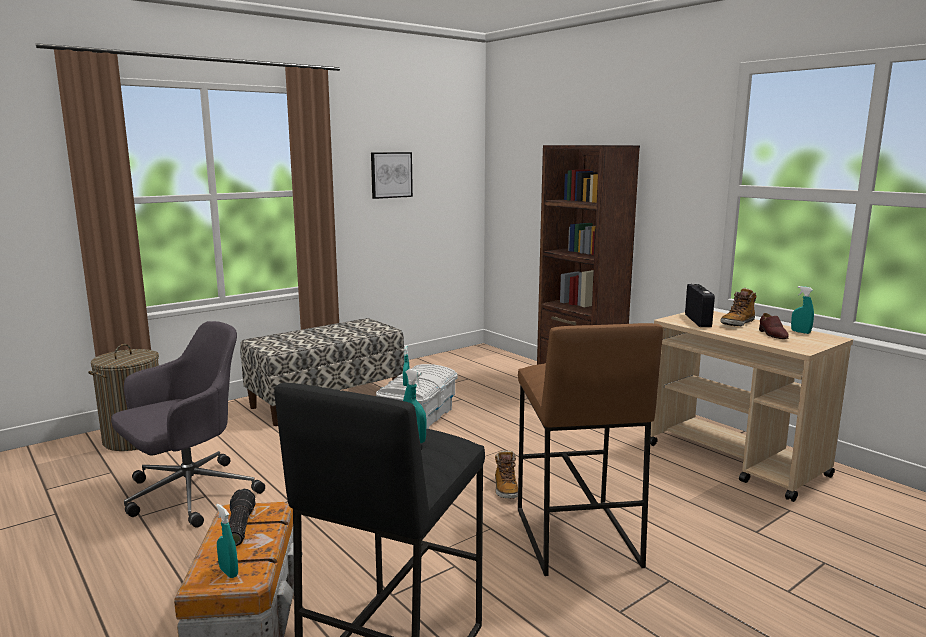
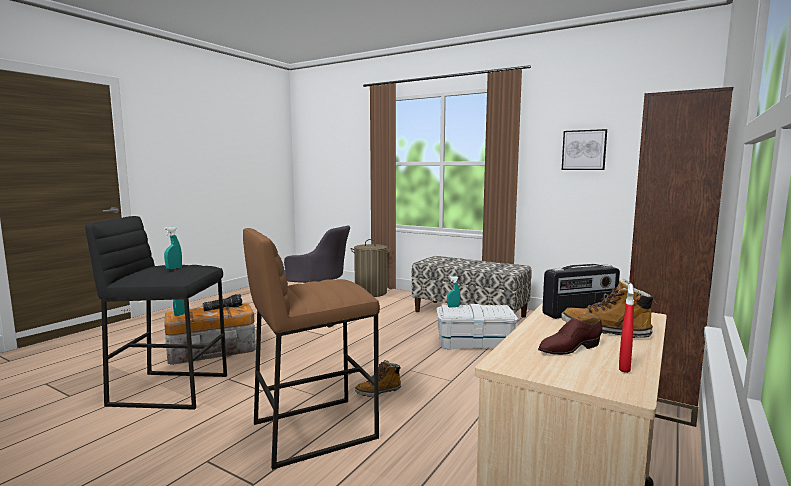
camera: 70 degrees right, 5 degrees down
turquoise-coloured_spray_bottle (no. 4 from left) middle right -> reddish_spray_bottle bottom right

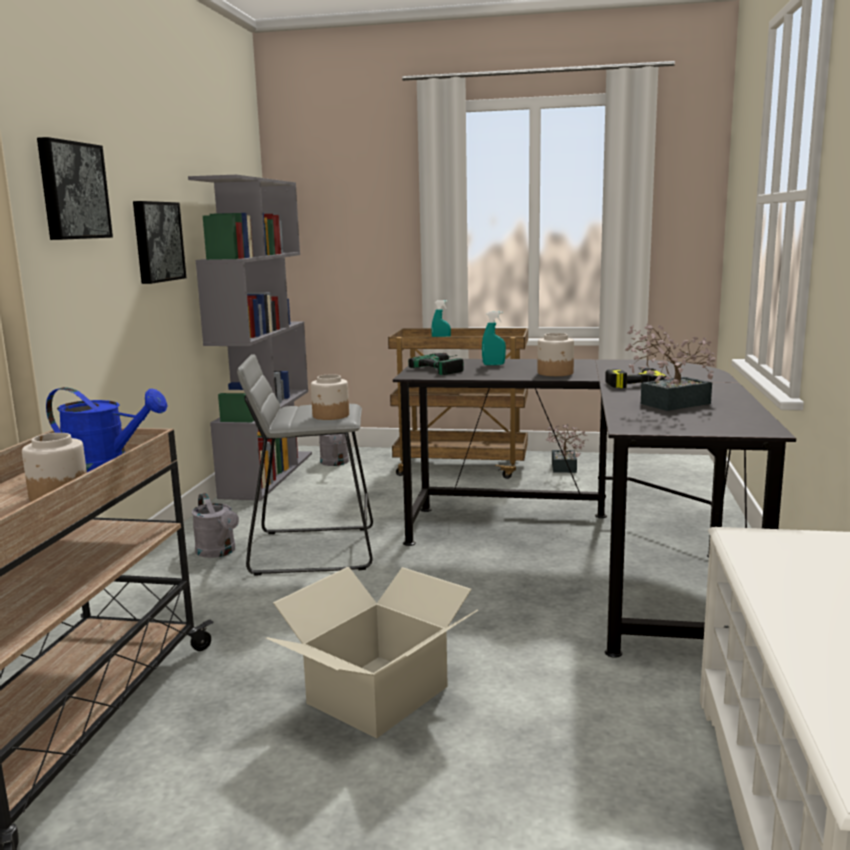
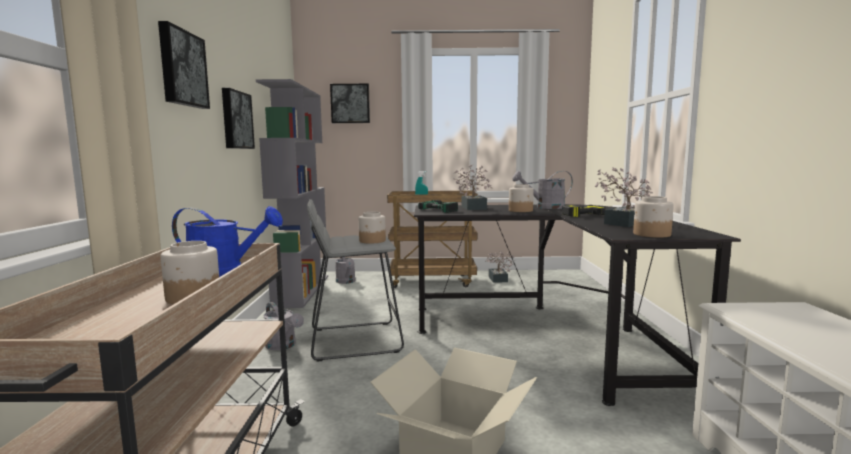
camera: 10 degrees left, 5 degrees down
turquoise-coloured_spray_bottle (no. 2 from left) centre -> plant_in_a_pot (no. 1 from left) centre
none -> wall_art (no. 3 from left) top centre
none -> gray_watering_pot (no. 3 from left) centre
none -> storage_jar (no. 4 from left) middle right

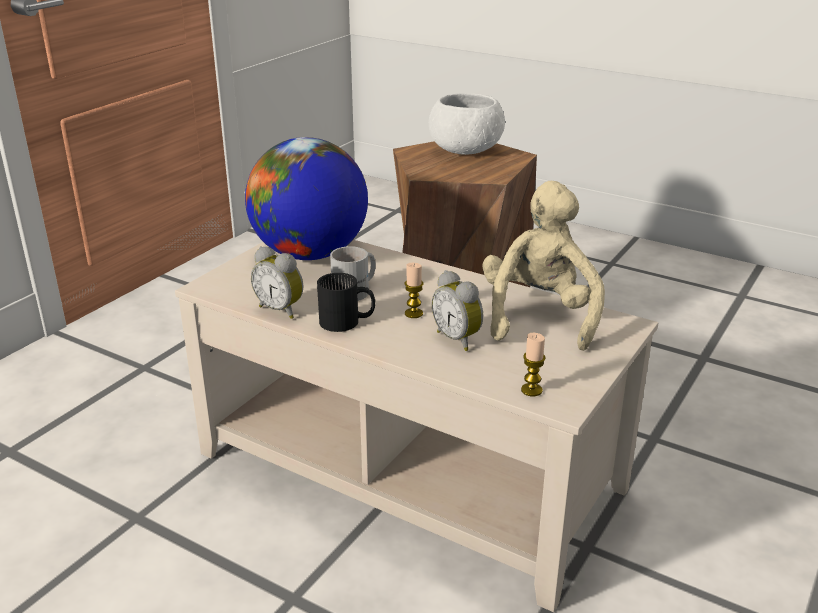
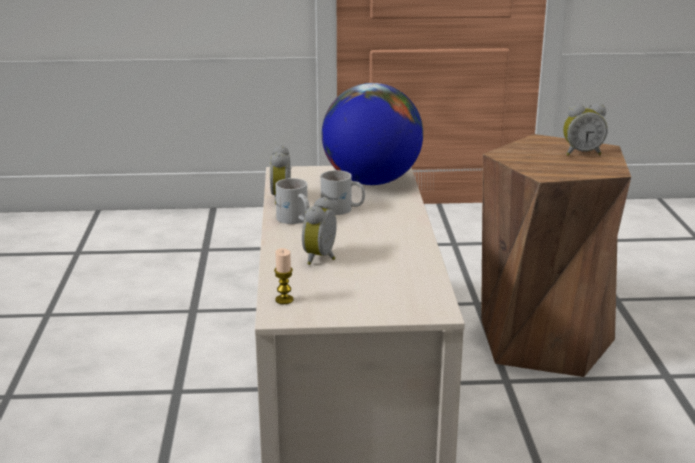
camera: 55 degrees right, 5 degrees down
blackish_coffee_mug centre -> white-coloured_coffee_mug (no. 1 from left) centre
wax_candle (no. 1 from left) centre -> none
white-coloured_serving_bowl top centre -> table_clock (no. 3 from left) top right
beige-coloured_plush_toy centre -> none

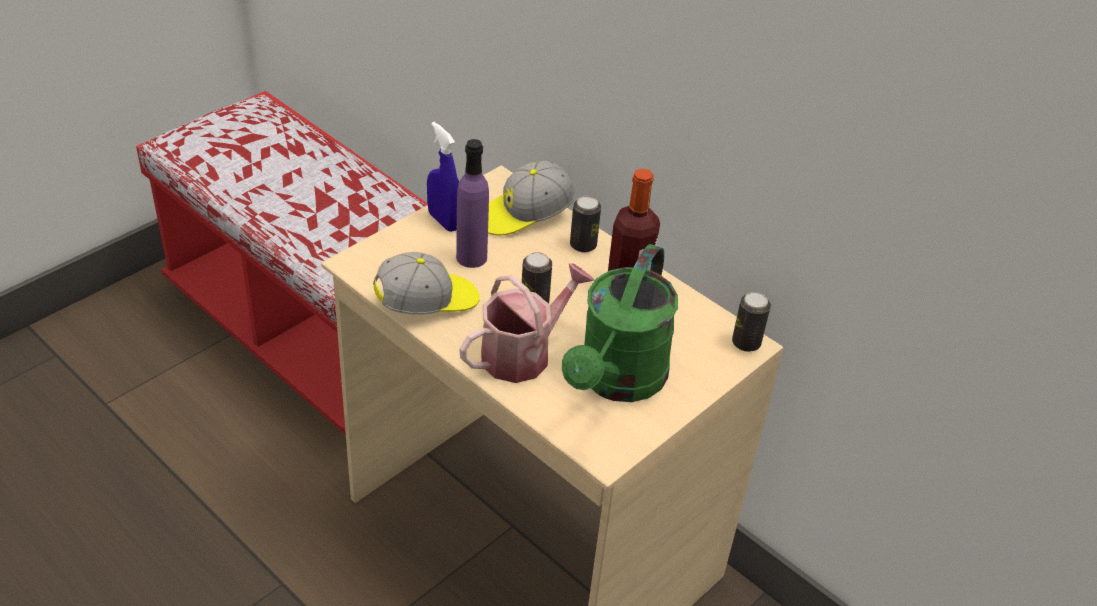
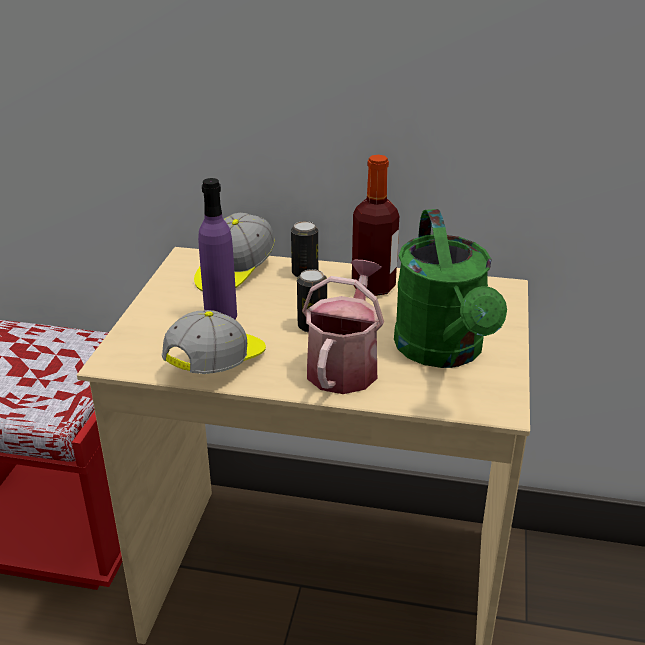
camera: 30 degrees left, 10 degrees down
bluish_spray_bottle top centre -> none
can (no. 3 from left) middle right -> none

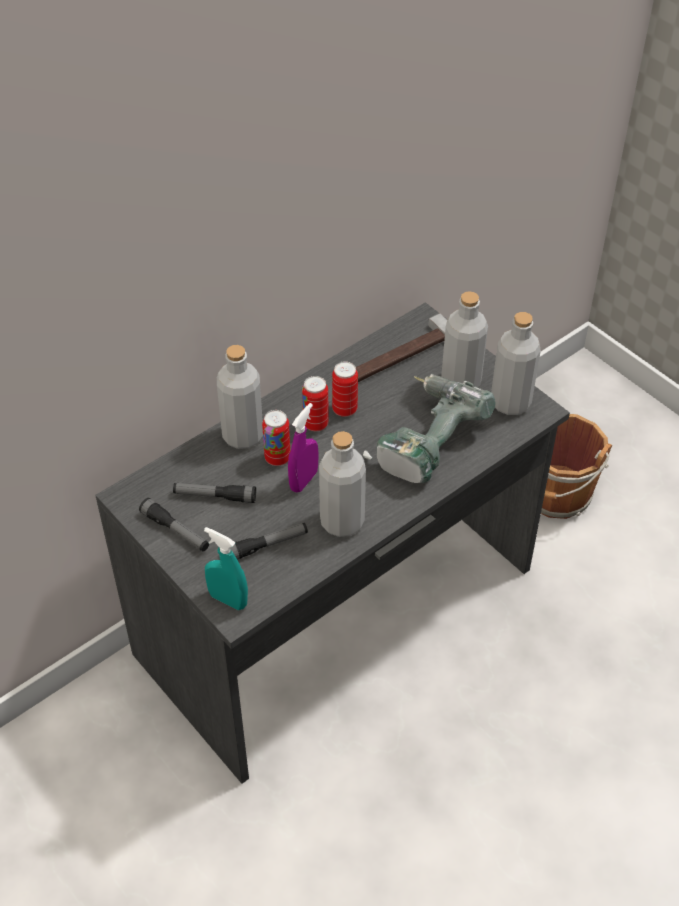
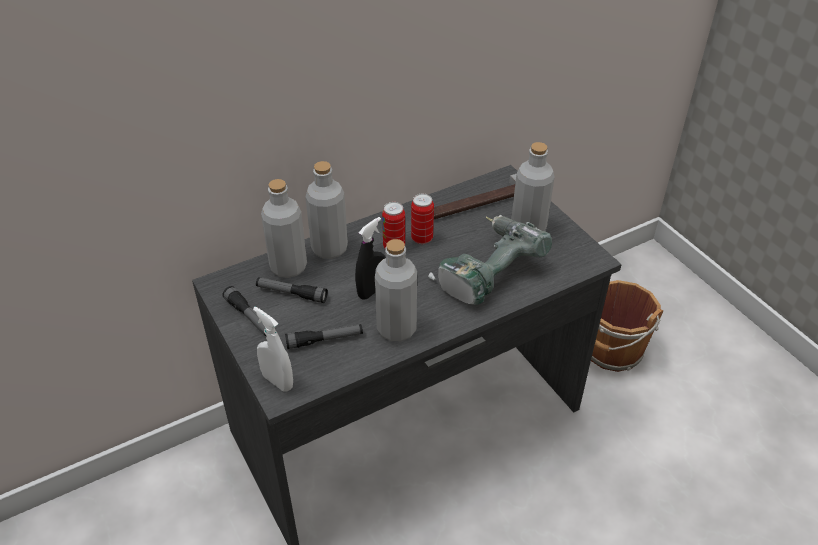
camera: 10 degrees right, 5 degrees down
turquoise-coloured_spray_bottle middle left -> white-coloured_spray_bottle centre
can (no. 1 from left) centre -> none
purple-coloured_spray_bottle centre -> blackish_spray_bottle centre
gray_beverage_bottle (no. 4 from left in the first image) middle right -> gray_beverage_bottle (no. 1 from left) centre, relocated

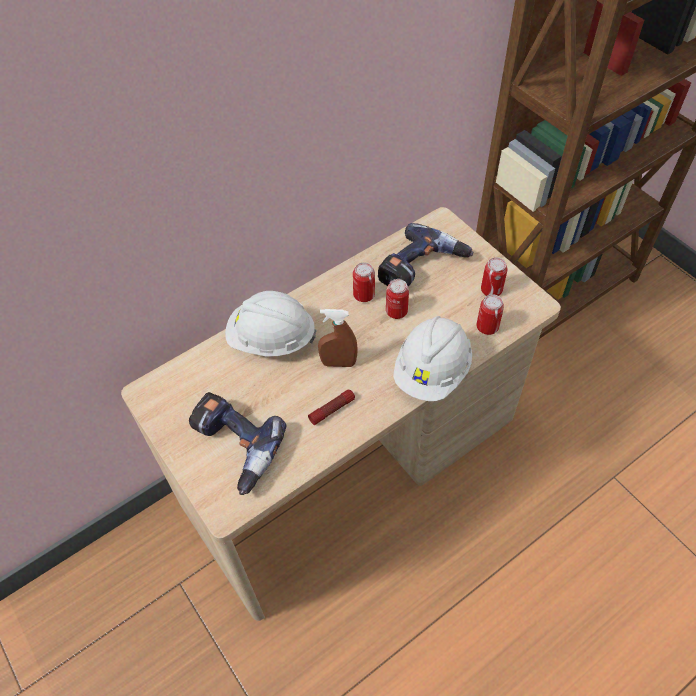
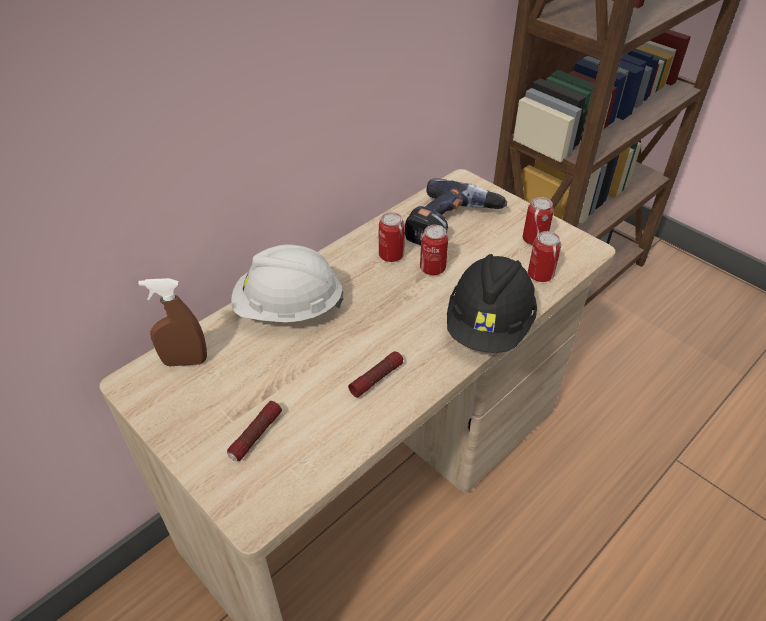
camera: 10 degrees left, 10 degrees down
electric_drill (no. 1 from left) centre -> flashlight (no. 1 from left) bottom left
brown-coloured_spray_bottle centre -> brown-coloured_spray_bottle middle left, relocated
white-coloured_safety_helmet (no. 2 from left) centre -> blackish_safety_helmet centre

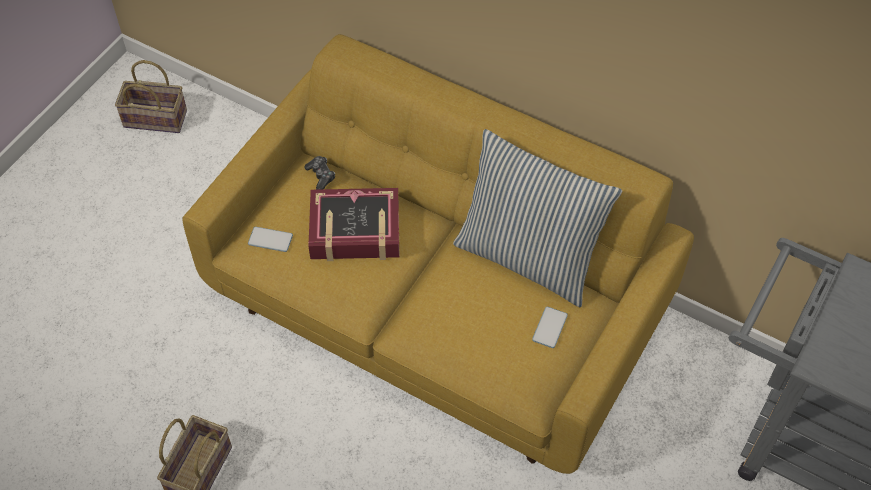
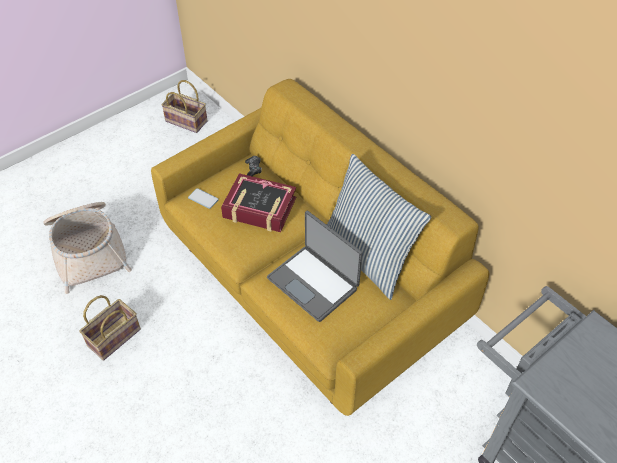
camera: 20 degrees right, 5 degrees down
telephone (no. 2 from left) bottom centre -> none
none -> household_basket (no. 1 from left) middle left
none -> portable_computer centre

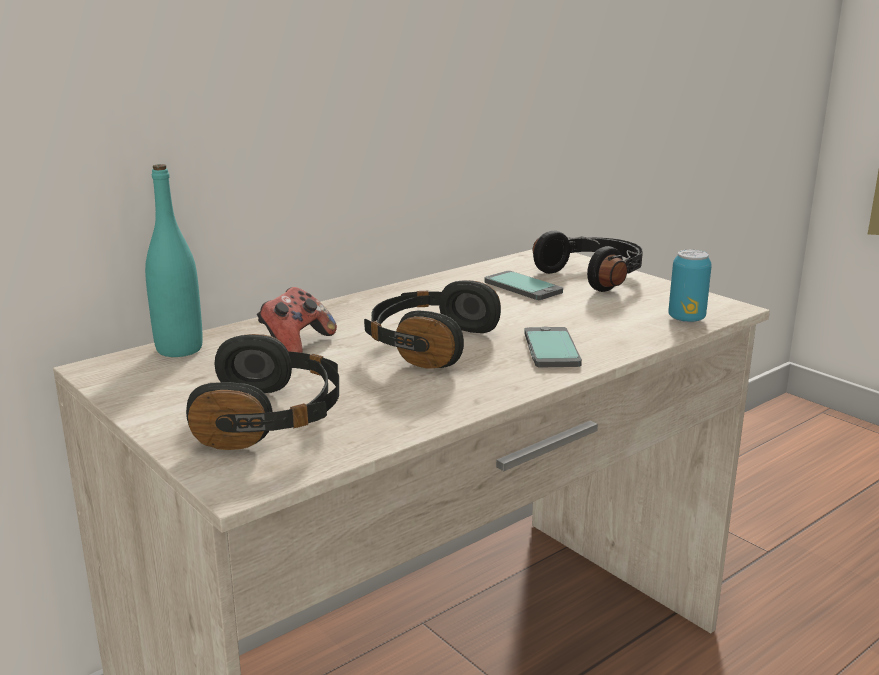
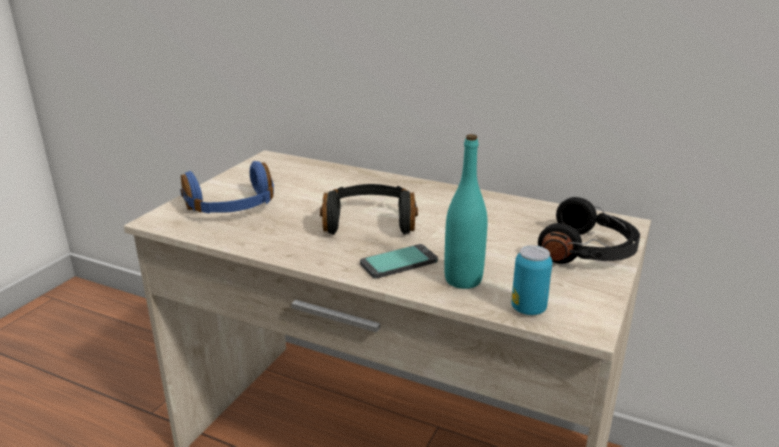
camera: 65 degrees right, 5 degrees up
turquoise-coloured_beverage_bottle middle left -> turquoise-coloured_beverage_bottle centre, relocated
blackish_pair_of_headphones (no. 1 from left) middle left -> bluish_pair_of_headphones middle left
game_controller centre -> none
telephone (no. 1 from left) centre -> none

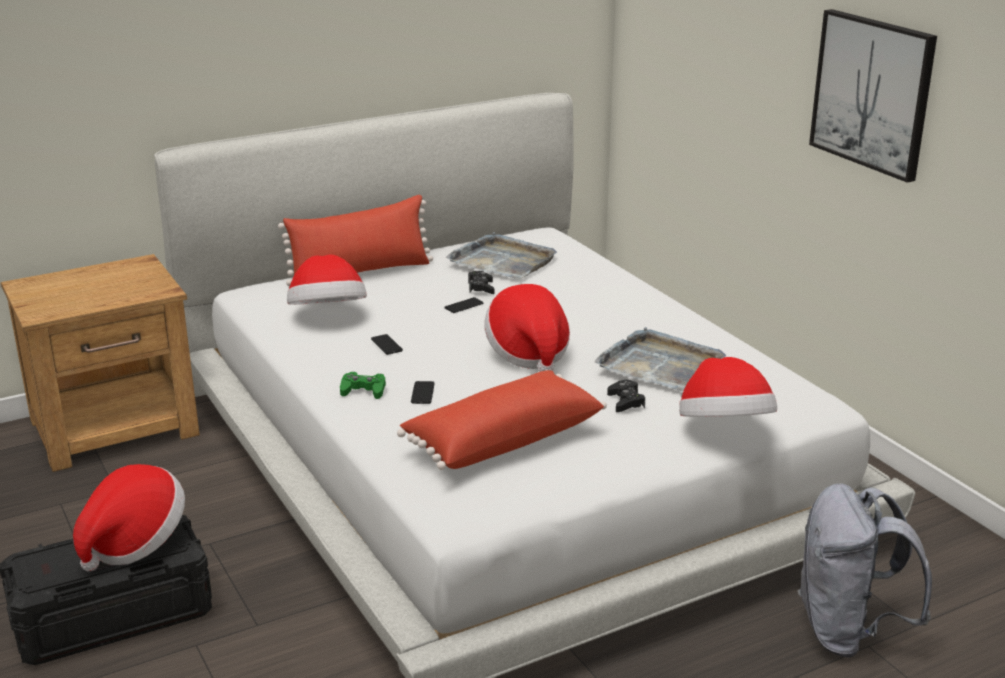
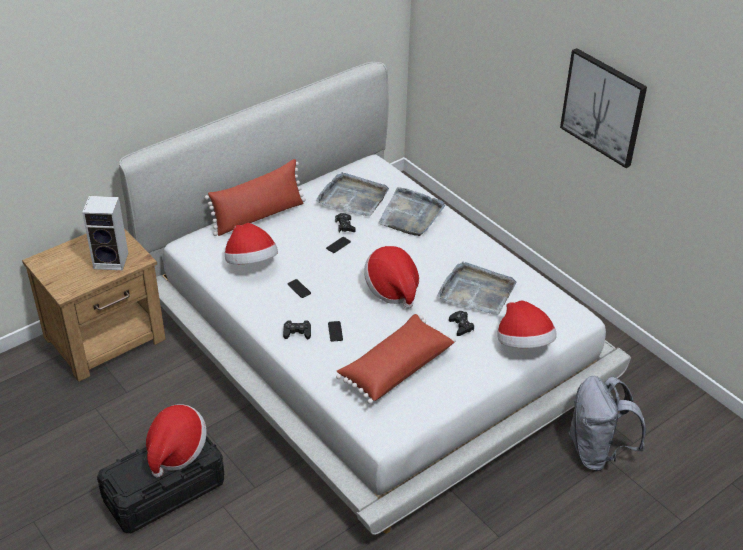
camera: 10 degrees left, 15 degrees up
green_game_controller centre -> blackish_game_controller (no. 1 from left) centre
none -> loudspeaker middle left
none -> gray_serving_tray (no. 2 from left) centre

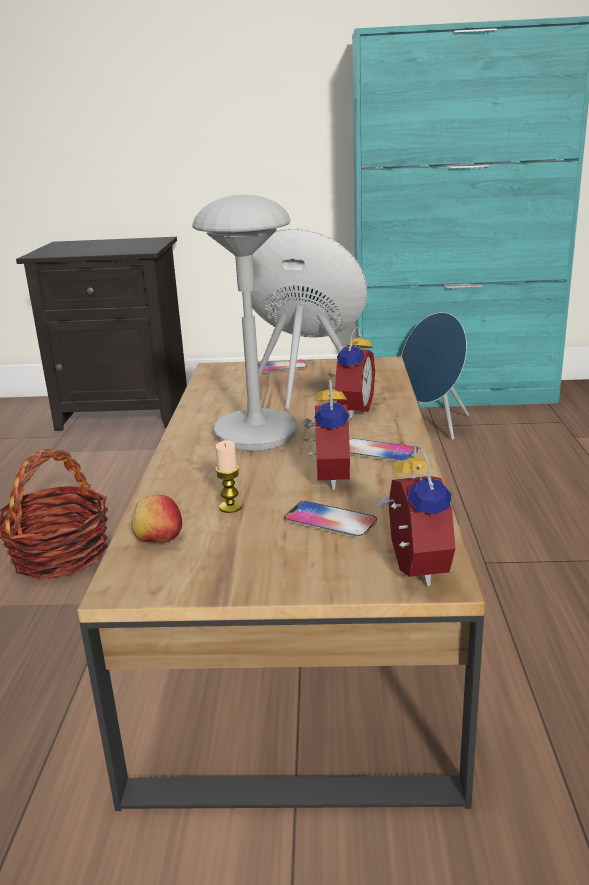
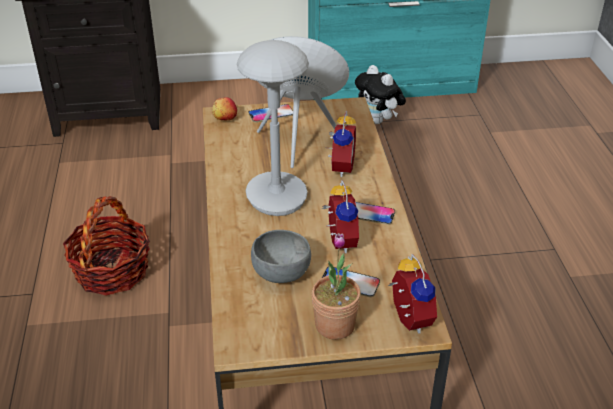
camera: 10 degrees left, 15 degrees up
whole_apple middle left -> whole_apple top centre, relocated
wax_candle centre -> gray_serving_bowl centre
bluish_loudspeaker (no. 2 from left) middle right -> plush_toy top centre
none -> plant_in_a_pot bottom centre

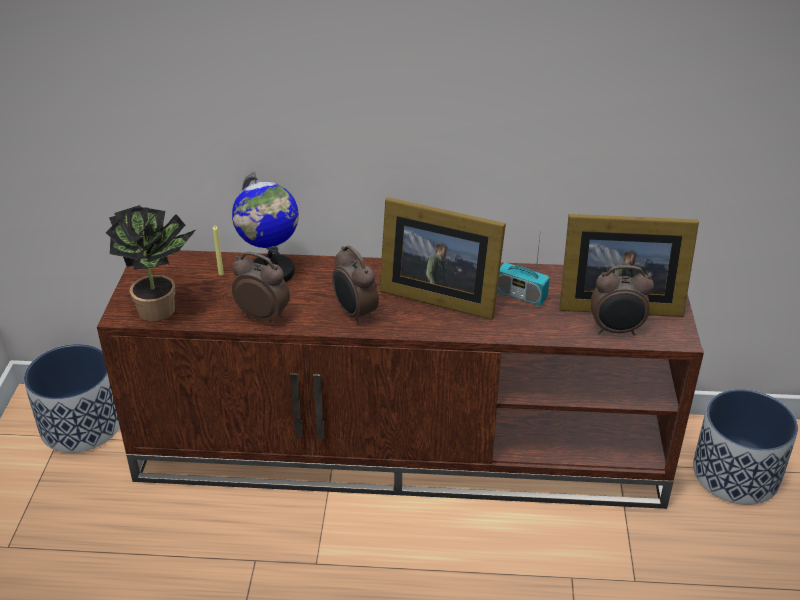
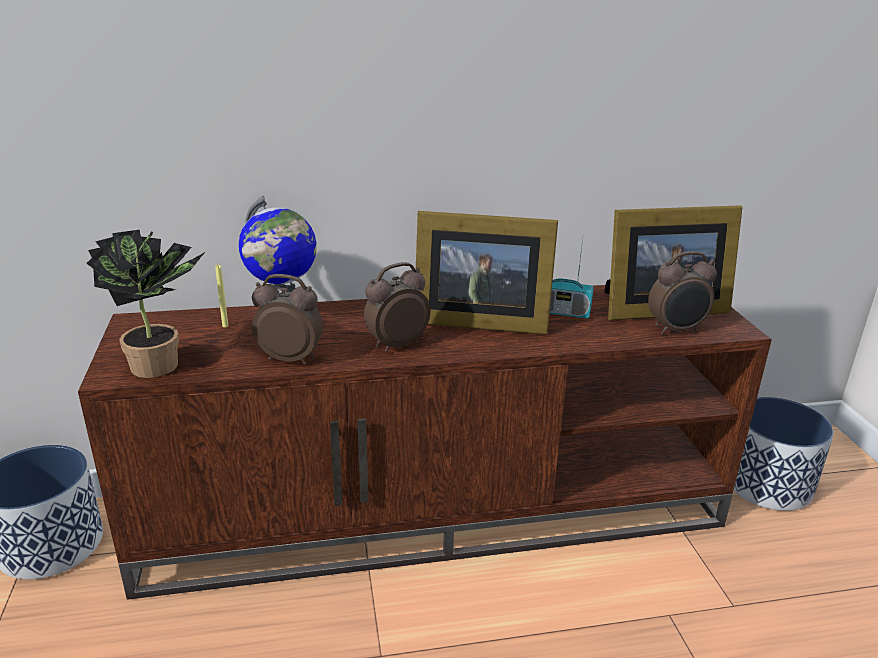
camera: 15 degrees left, 10 degrees down
table_clock (no. 2 from left) centre, 105 degrees clockwise

